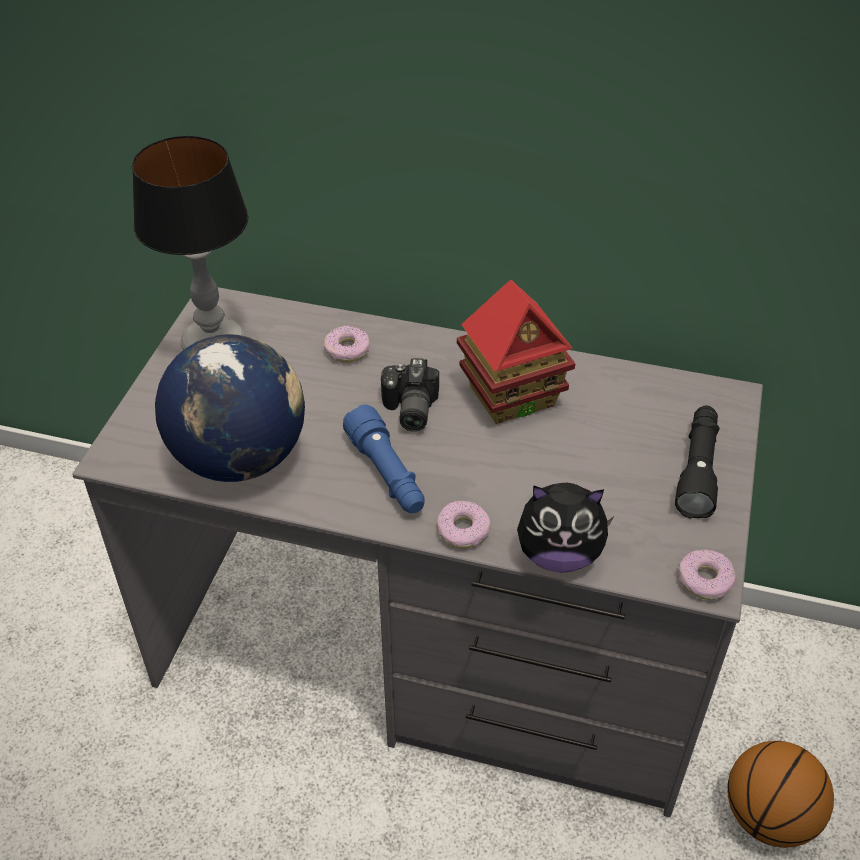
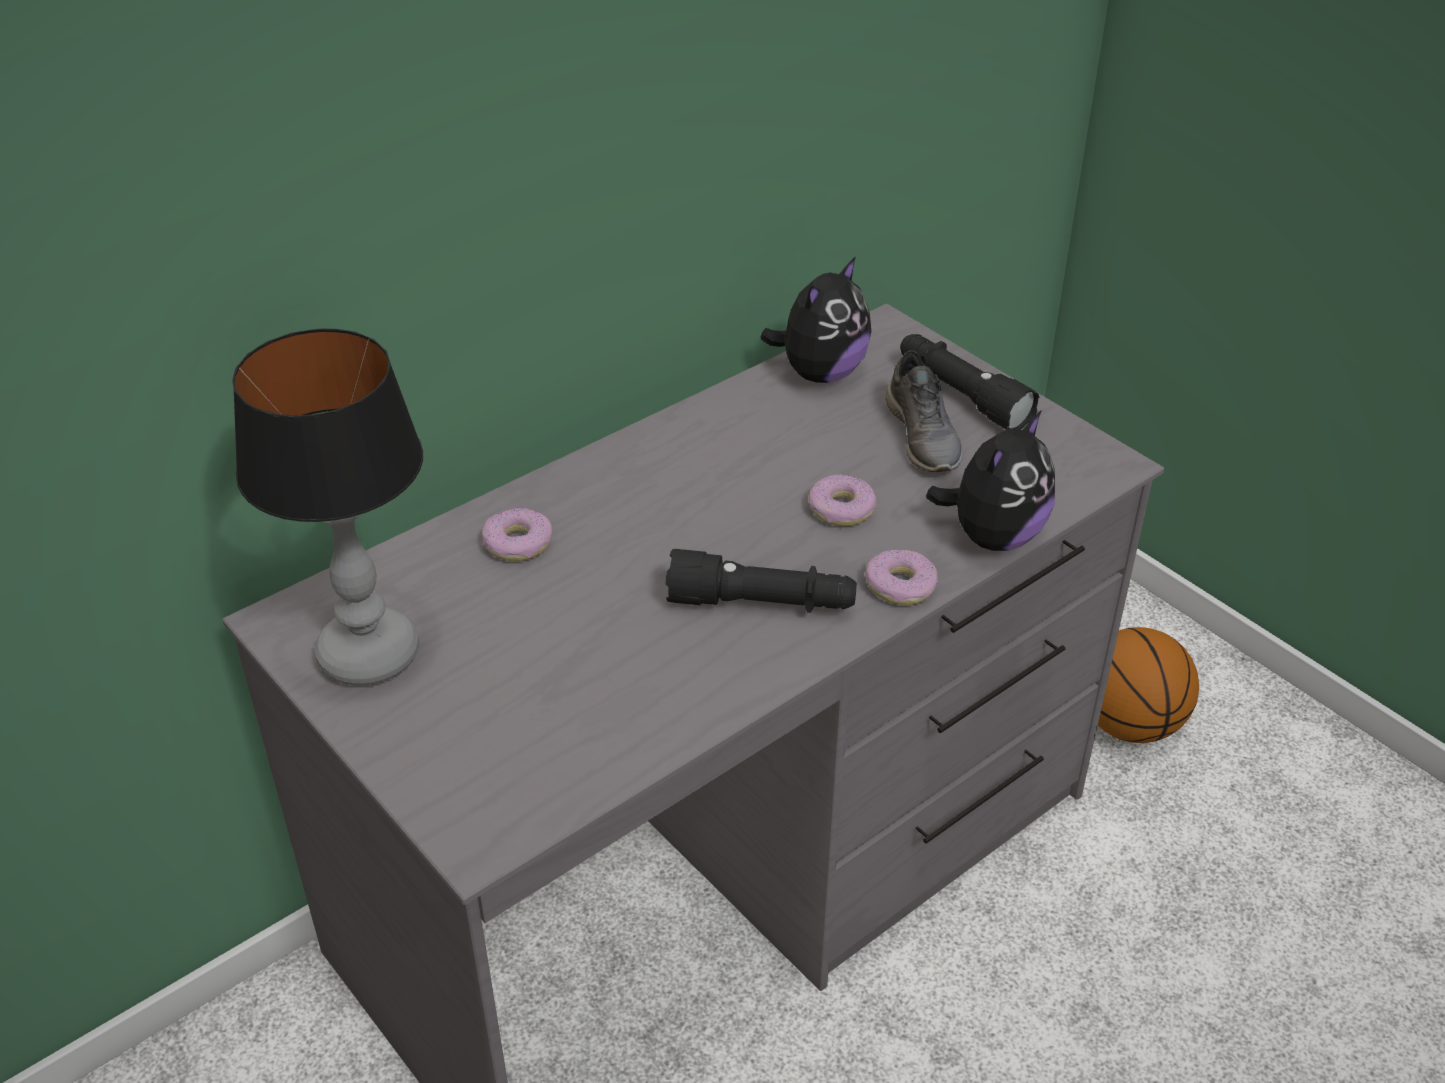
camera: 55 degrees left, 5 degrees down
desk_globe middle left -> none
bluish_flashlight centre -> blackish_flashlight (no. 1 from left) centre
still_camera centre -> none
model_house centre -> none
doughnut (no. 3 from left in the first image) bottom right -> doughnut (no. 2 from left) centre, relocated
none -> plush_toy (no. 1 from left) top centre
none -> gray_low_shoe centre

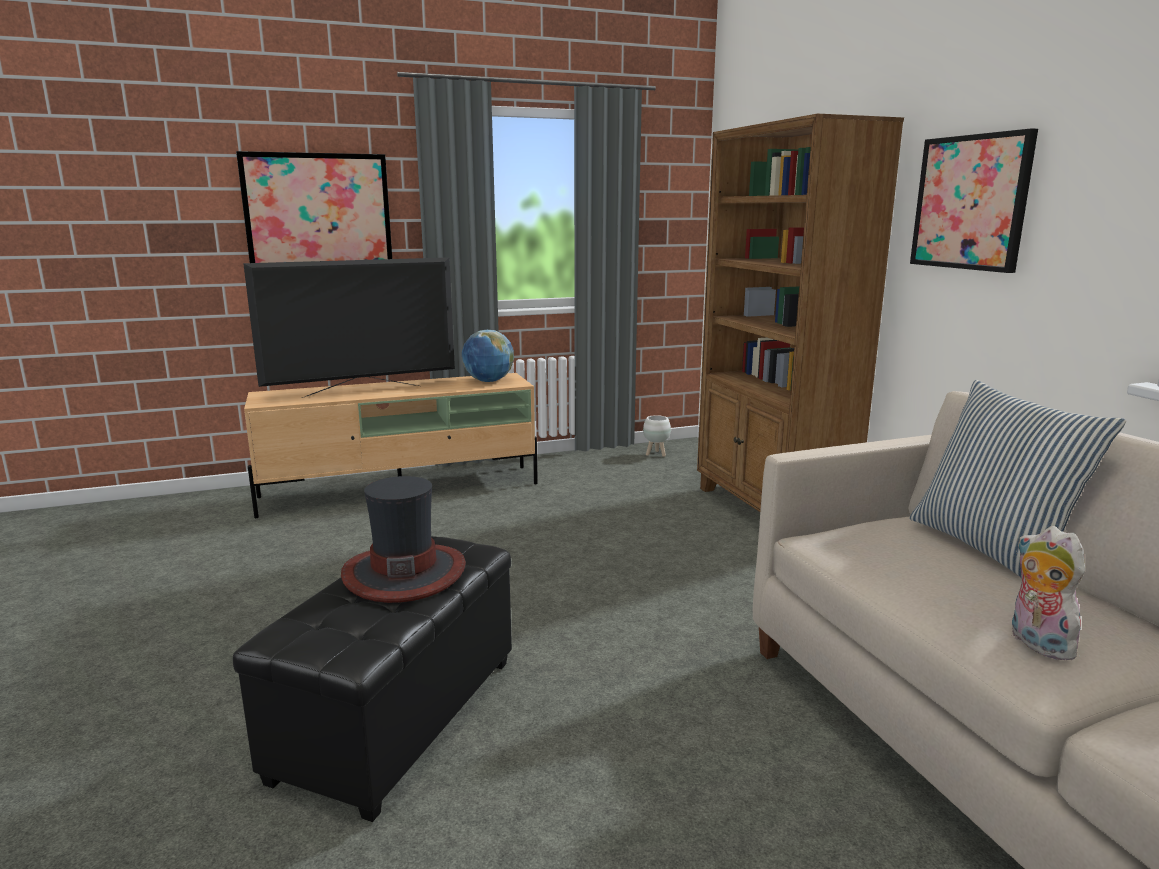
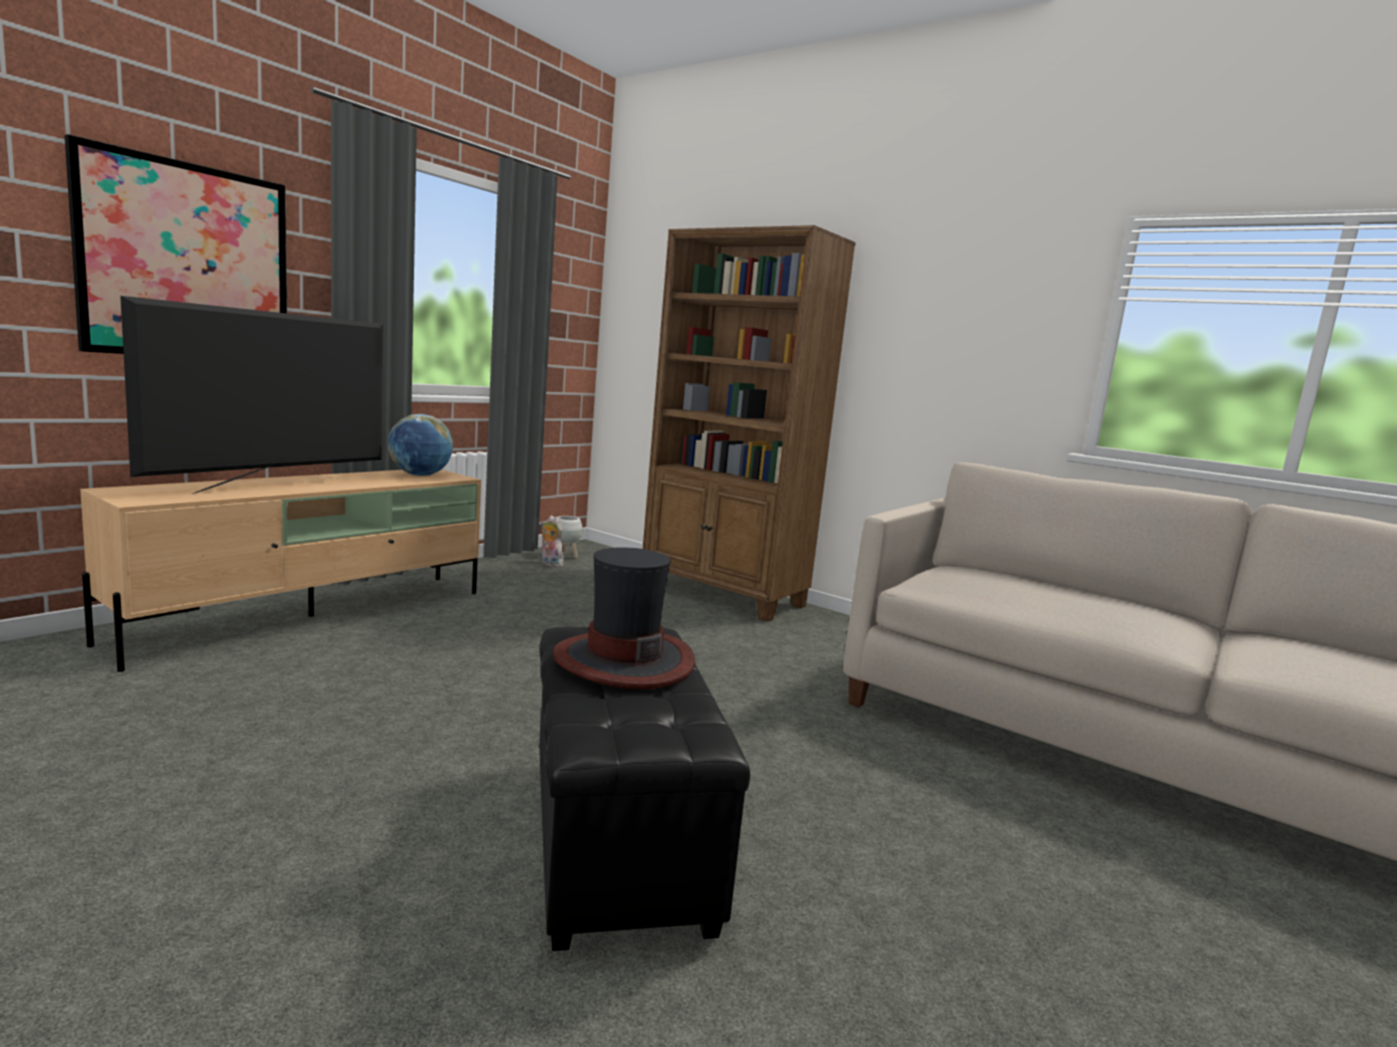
camera: 35 degrees left, 5 degrees down
wall_art (no. 2 from left) top right -> none
throw_pillow middle right -> none
plush_toy bottom right -> plush_toy centre, relocated

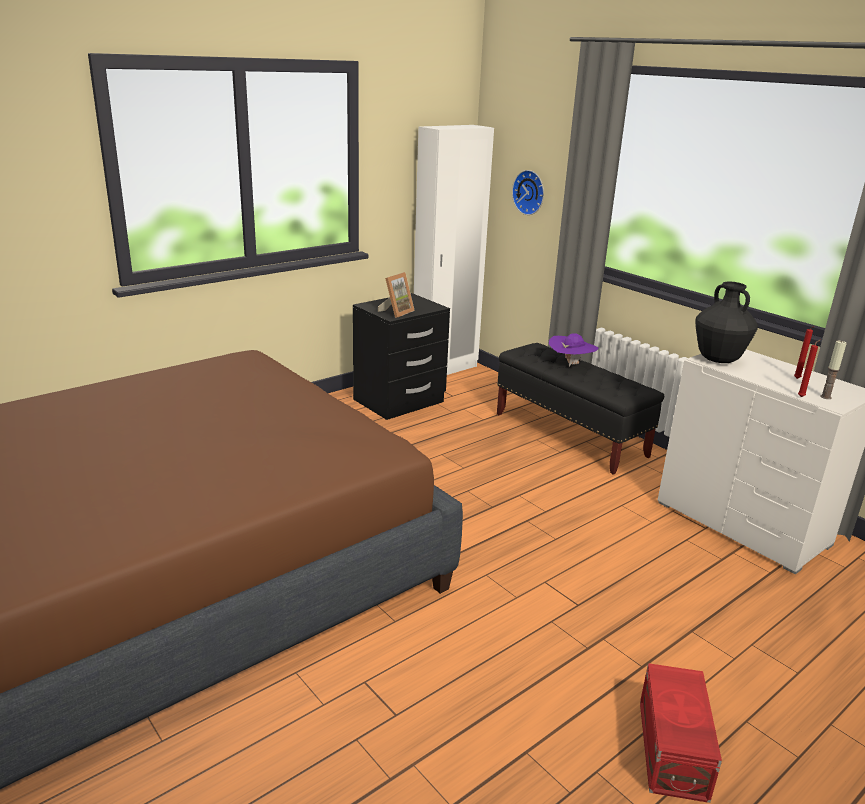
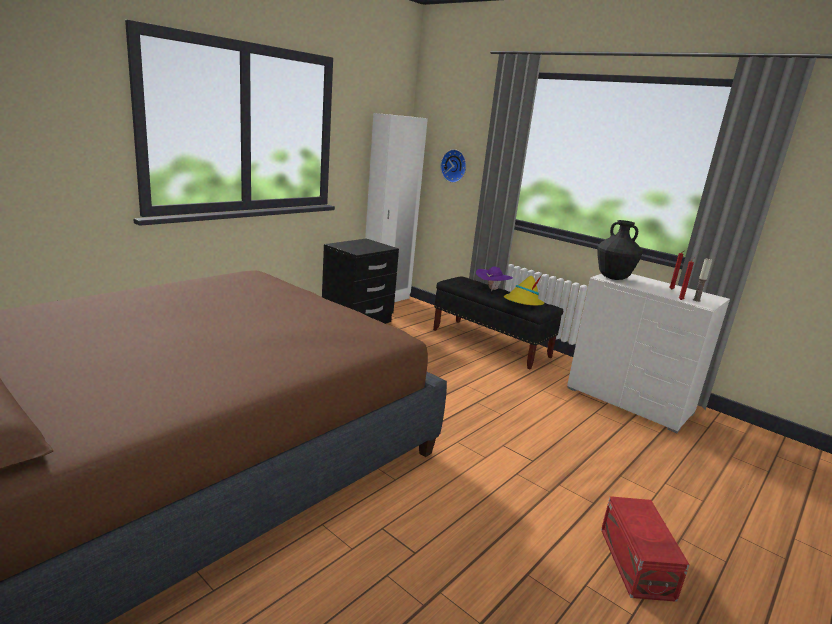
camera: 10 degrees left, 5 degrees down
photo_frame centre -> none
none -> yellowish_wearable_hat centre

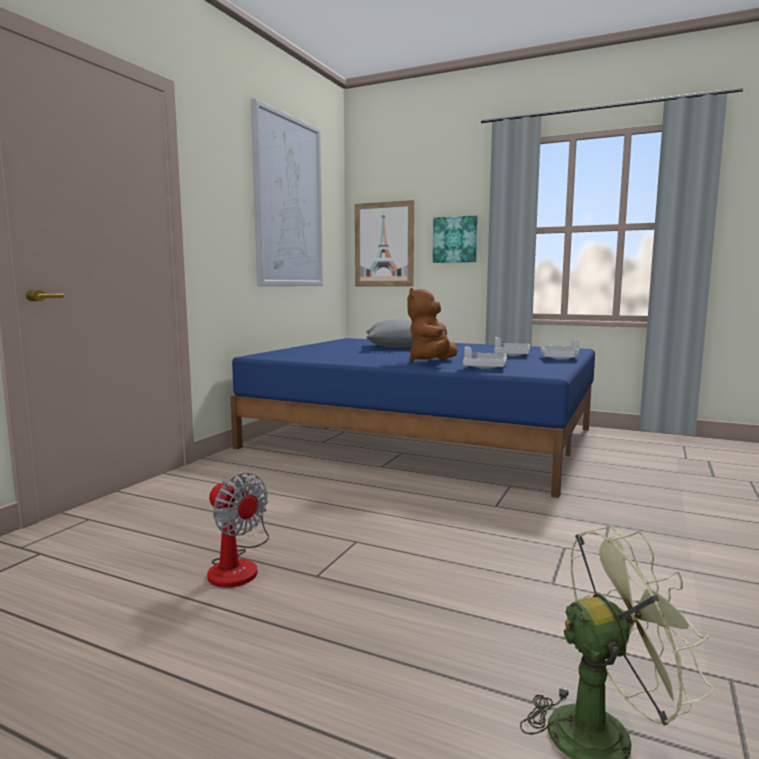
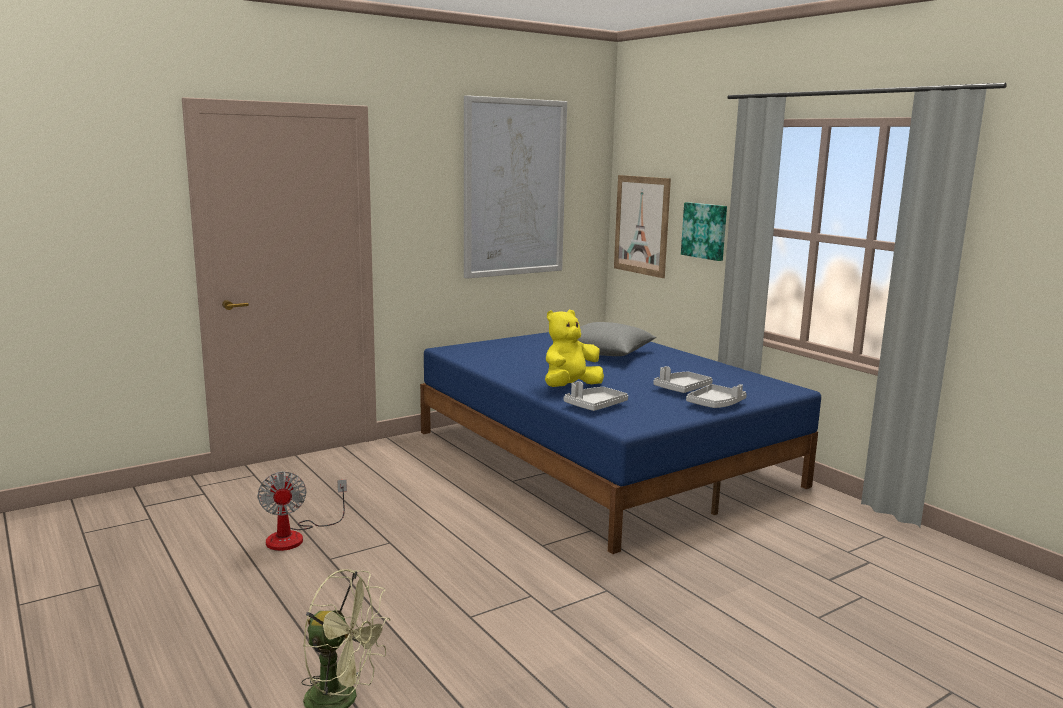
camera: 30 degrees right, 5 degrees up
brown-coloured_plush_toy centre -> yellowish_plush_toy centre

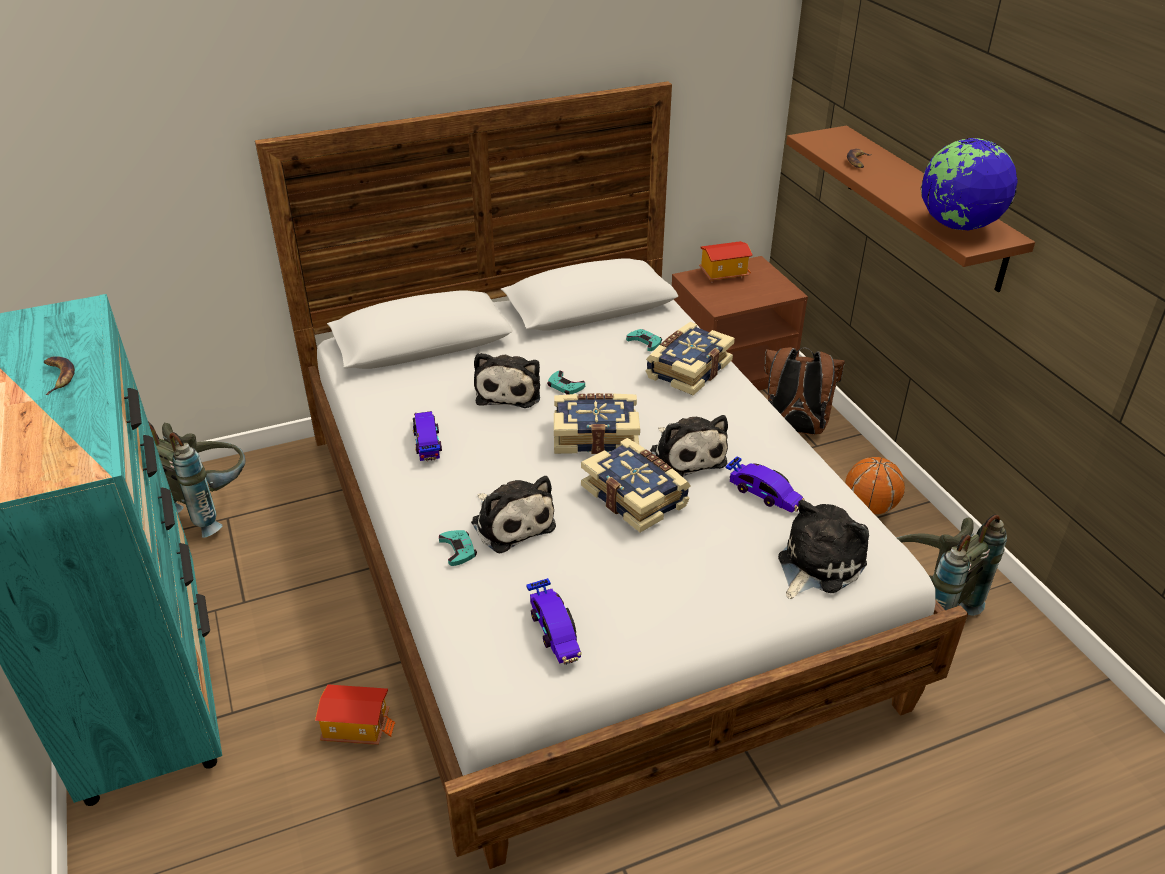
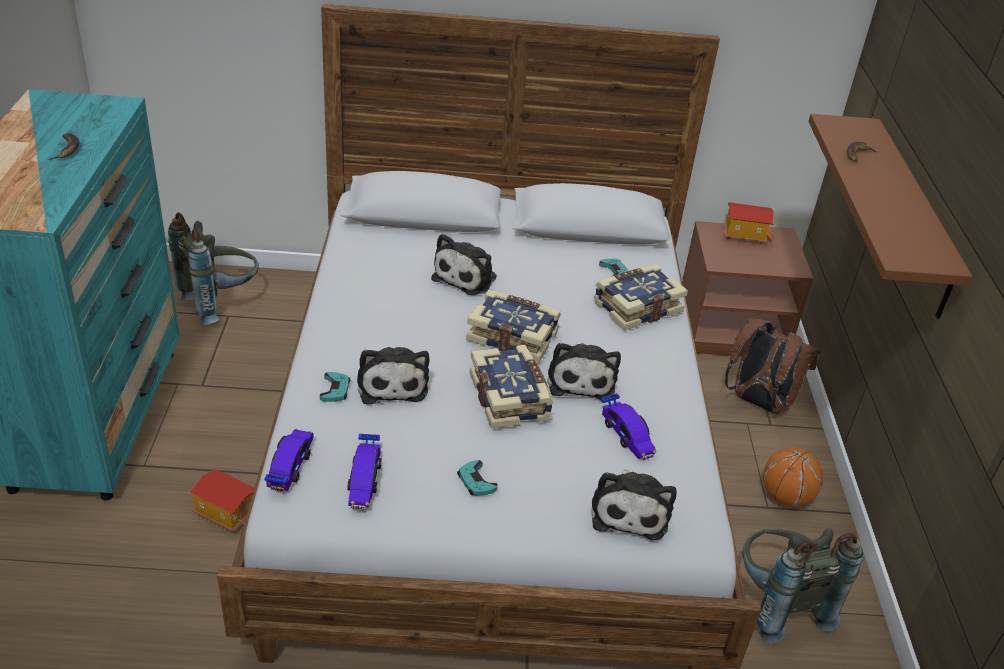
camera: 20 degrees right, 0 degrees up
toy_car (no. 1 from left) centre -> toy_car (no. 1 from left) bottom left, relocated
turquoise-coloured_game_controller (no. 2 from left) centre -> turquoise-coloured_game_controller (no. 2 from left) bottom centre, relocated
plush_toy (no. 4 from left) middle right -> plush_toy (no. 4 from left) bottom centre, 120 degrees clockwise
desk_globe top right -> none

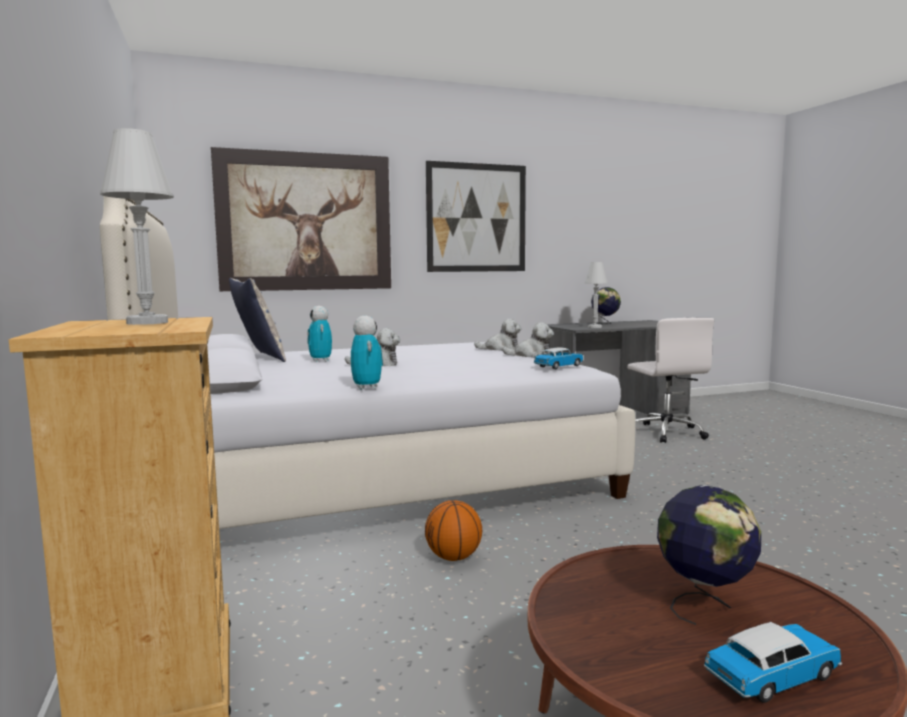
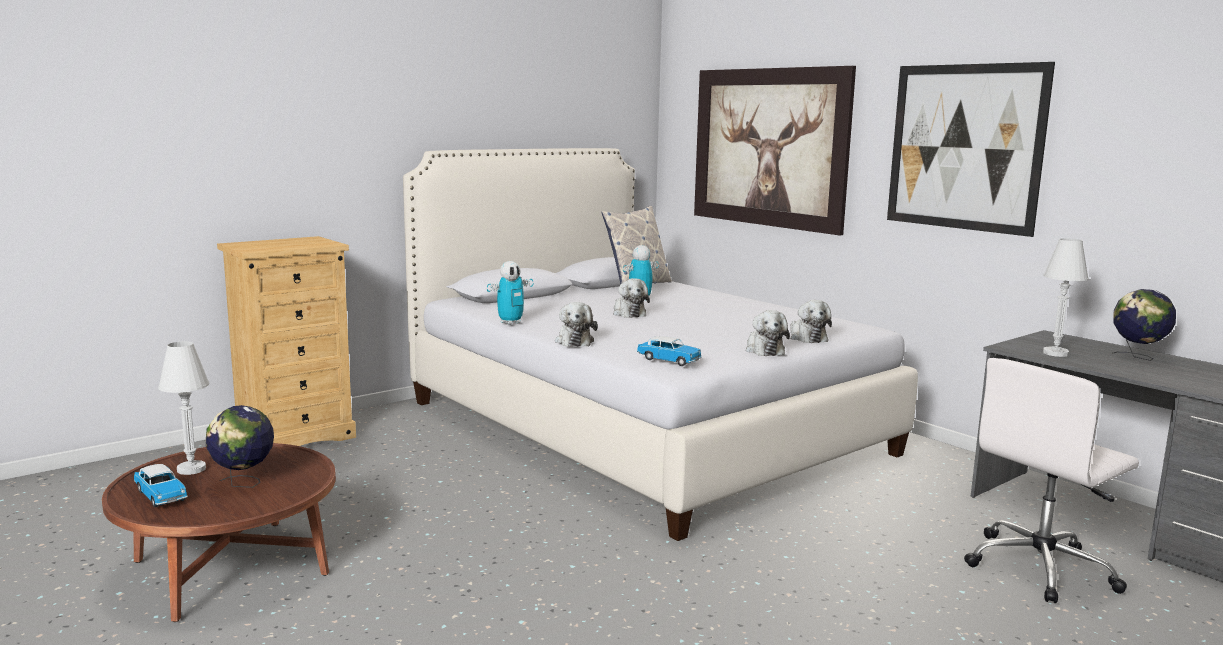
camera: 70 degrees right, 5 degrees up
white-coloured_lamp_for_a_table (no. 1 from left) top left -> white-coloured_lamp_for_a_table (no. 1 from left) middle left, relocated
basketball bottom centre -> none
none -> plush_toy (no. 1 from left) centre

